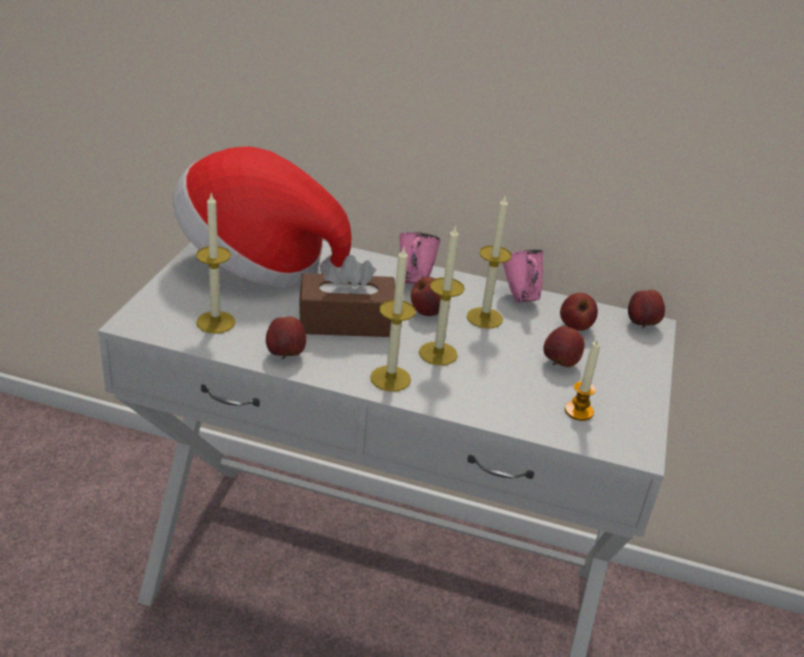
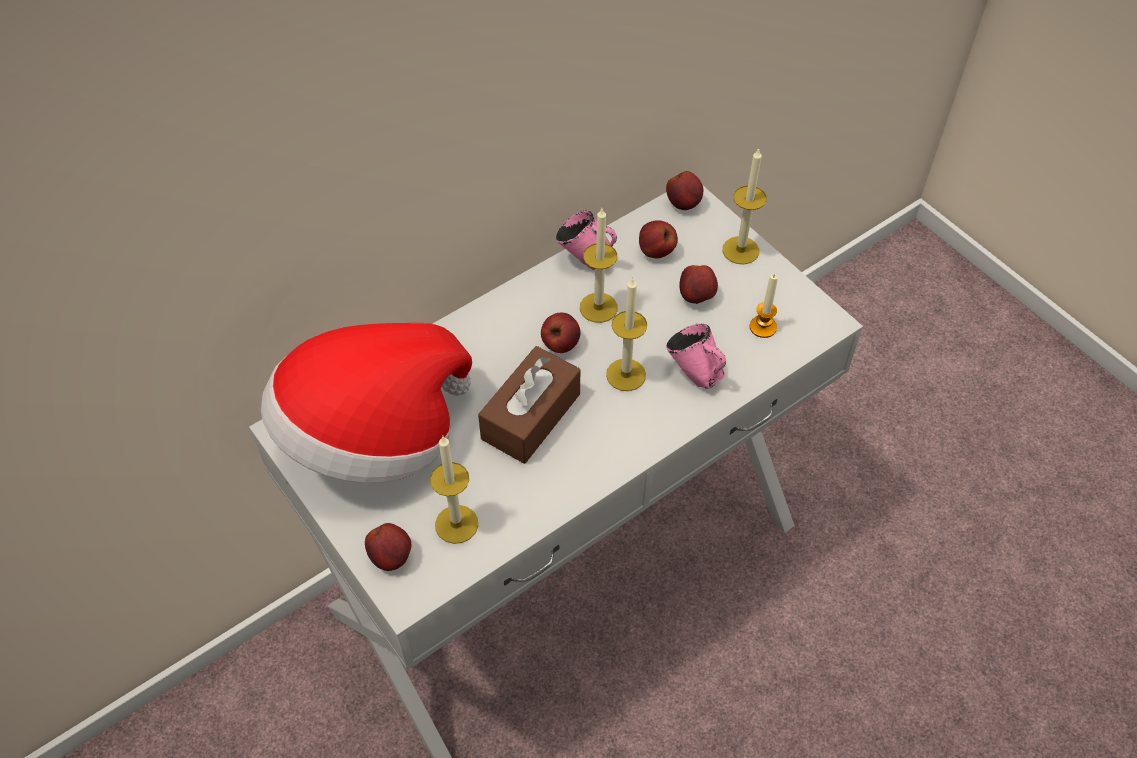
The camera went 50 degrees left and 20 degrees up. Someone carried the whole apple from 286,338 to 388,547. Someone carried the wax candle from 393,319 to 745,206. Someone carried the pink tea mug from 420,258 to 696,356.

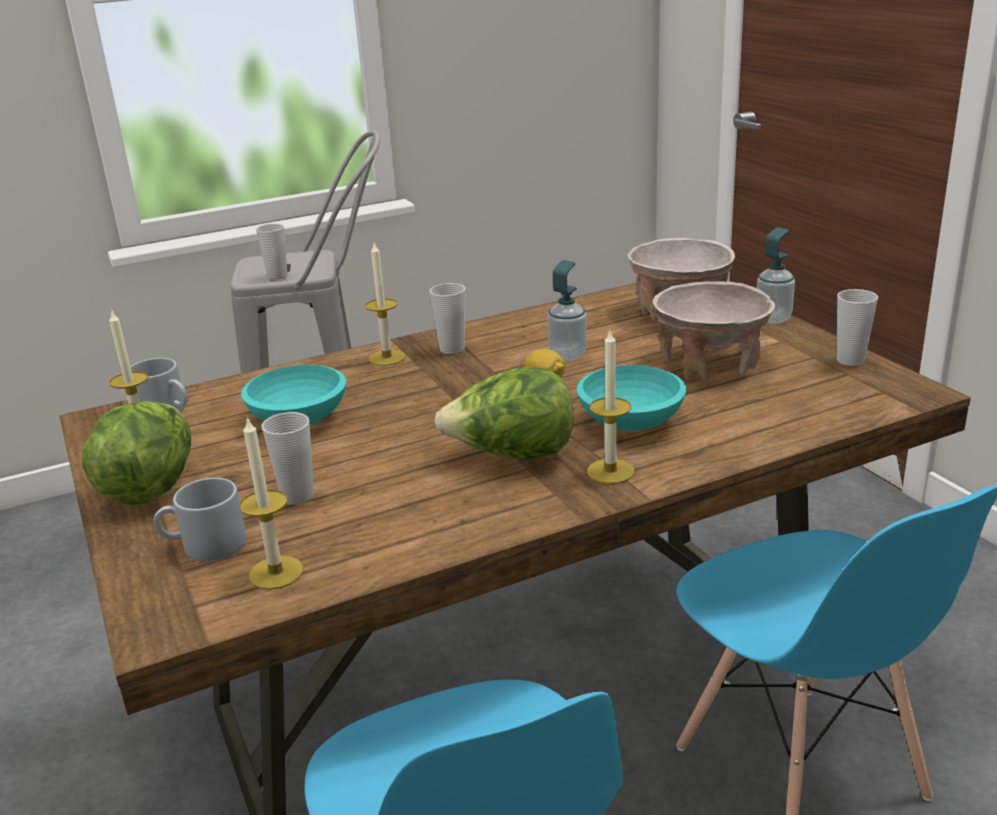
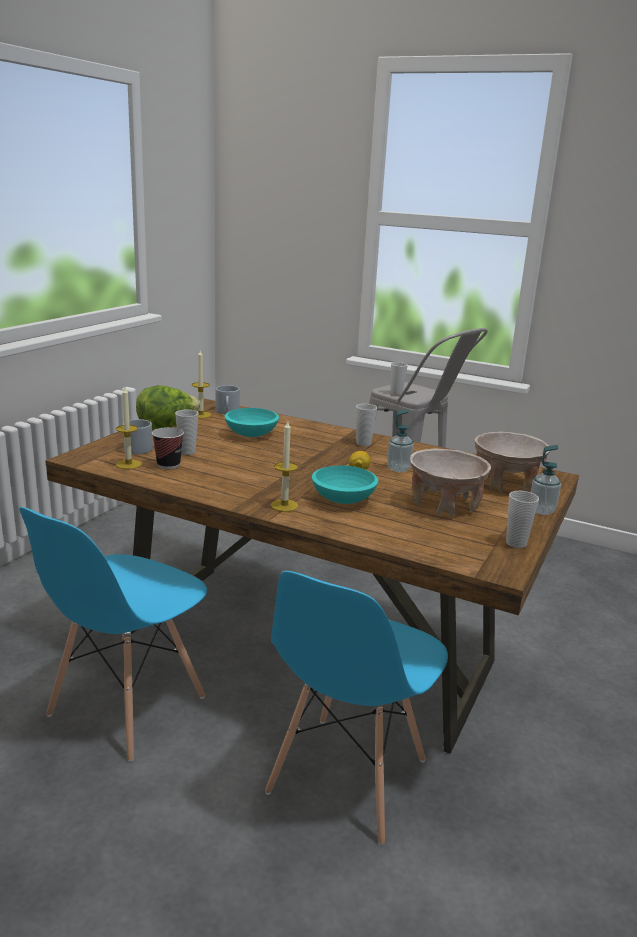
The camera went 50 degrees right and 5 degrees down. Someone took away the wax candle at 385,304. Someone took away the lettuce at 503,413. Someone put down the drinking cup at 168,448.

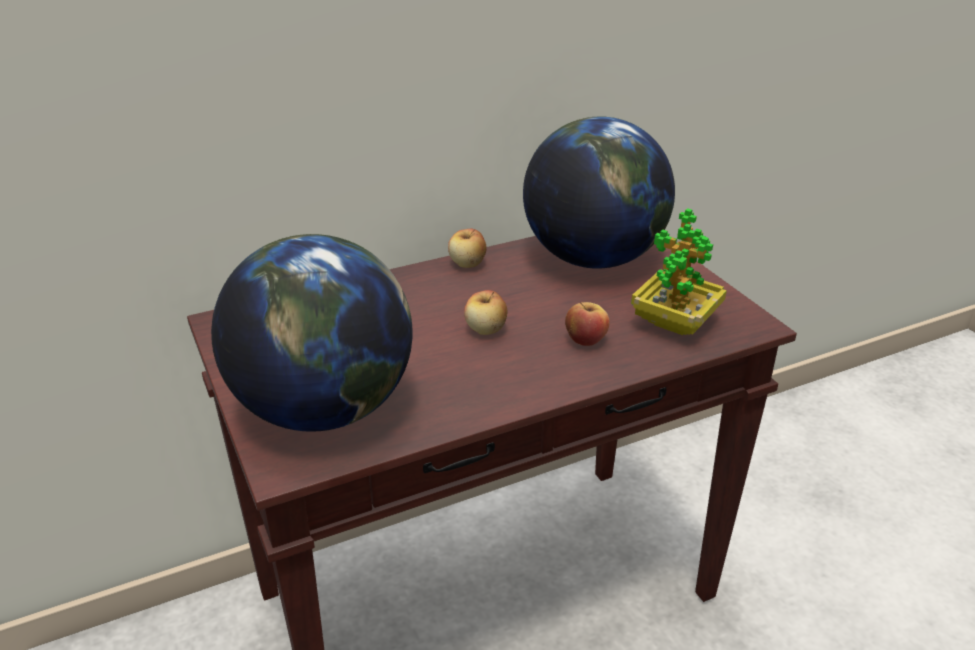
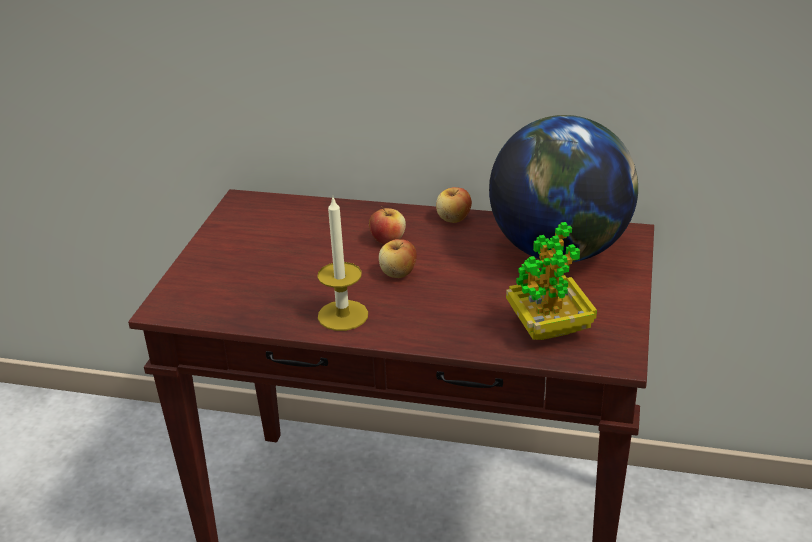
The camera went 40 degrees right and 0 degrees up. Someone took away the world globe at 311,333. Someone carried the whole apple from 587,324 to 387,225. Someone put down the wax candle at 342,264.

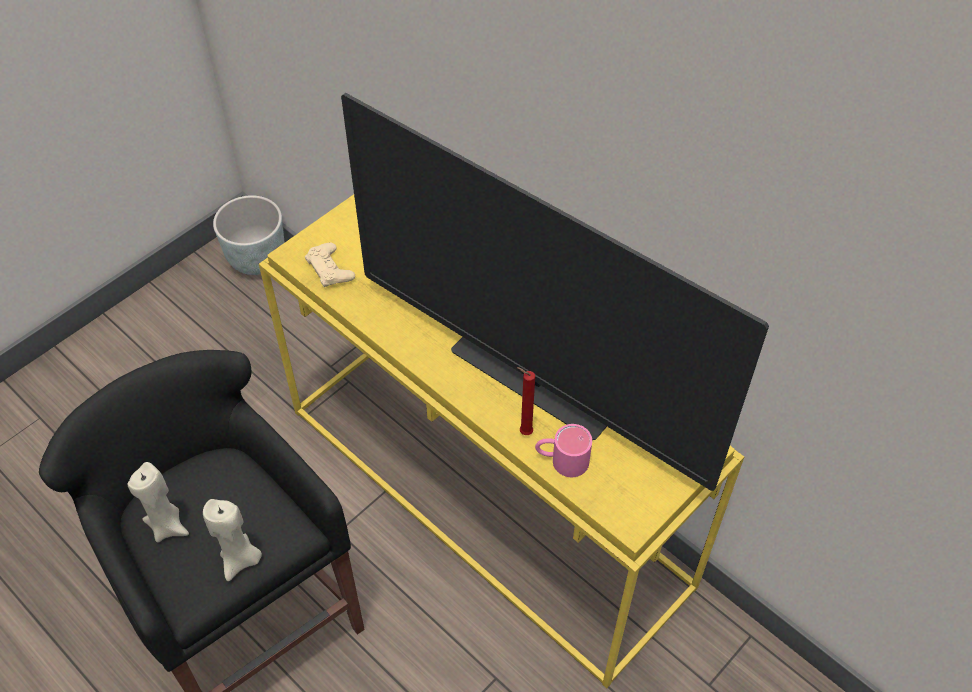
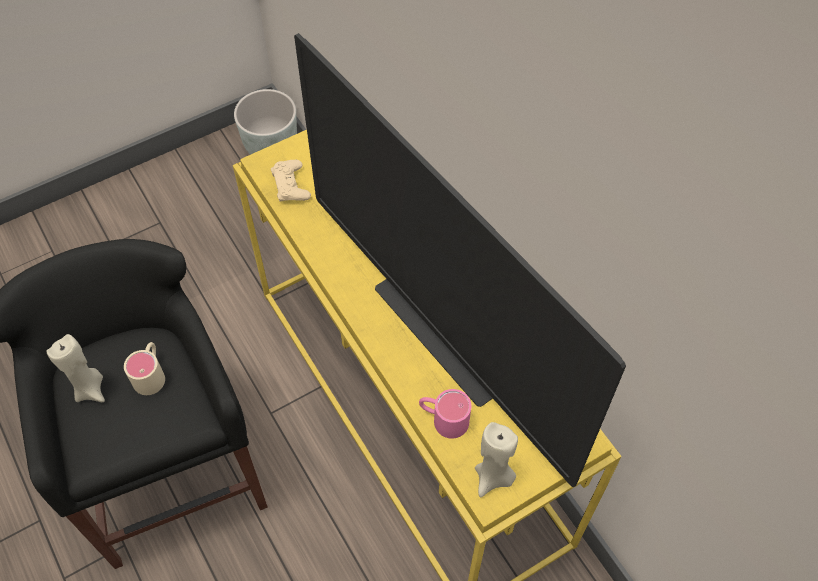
The camera went 15 degrees right and 5 degrees up. Someone carried the sand-coloured wax candle from 232,540 to 496,459. Someone took away the reddish wax candle at 526,401. Someone put down the sand-coloured tea mug at 144,368.

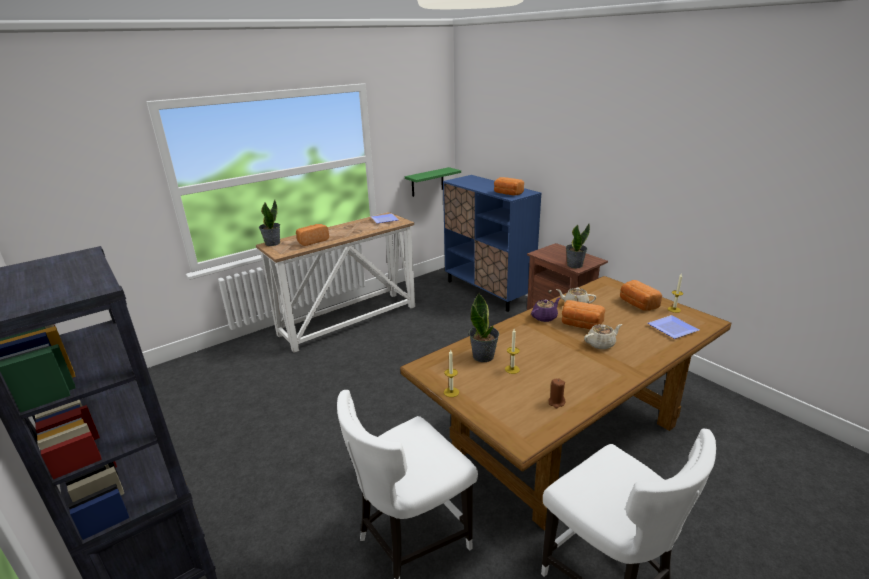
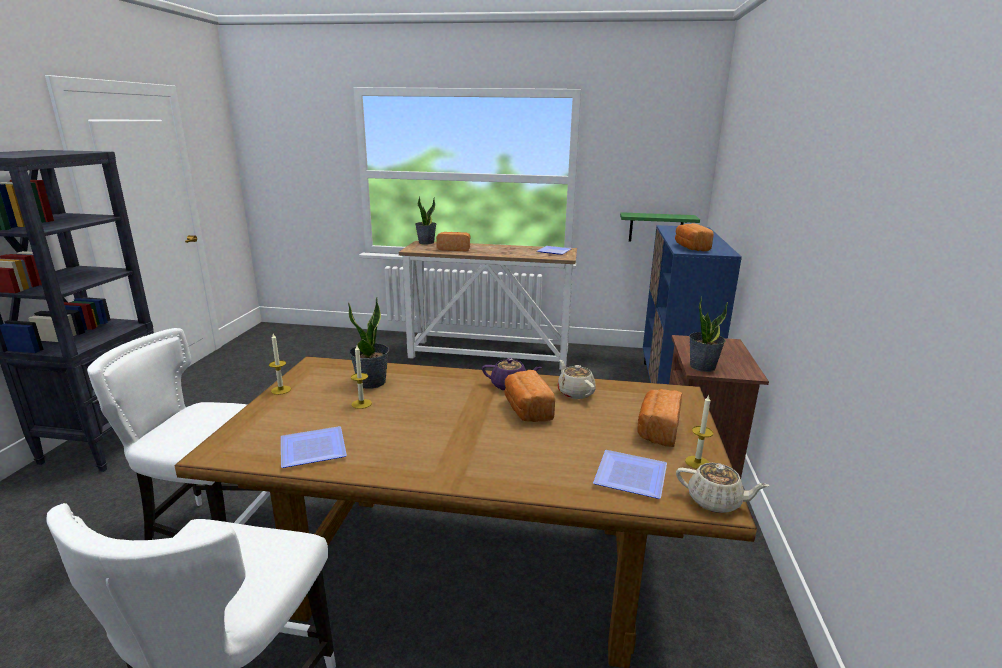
The camera went 45 degrees right and 5 degrees down. Someone swapped the brownish wax candle at 556,393 for the plate at 314,447. Someone carried the sand-coloured pot for tea from 603,336 to 723,488.

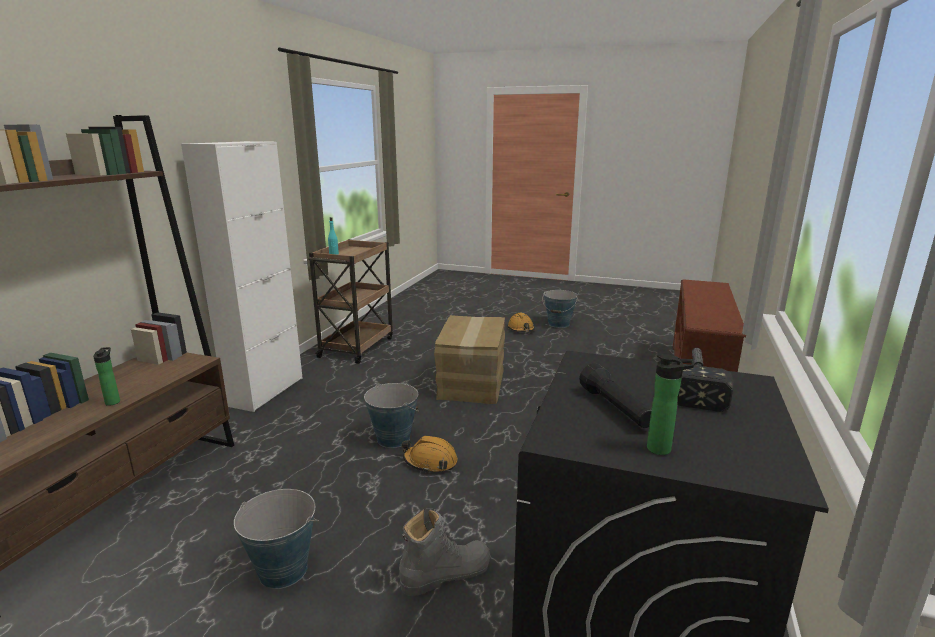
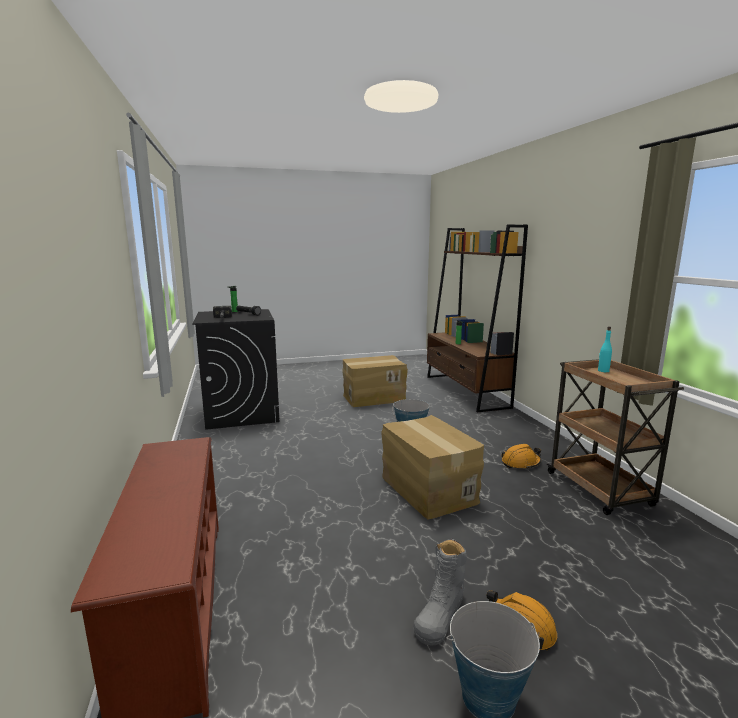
The camera went 145 degrees right and 5 degrees down. Someone took away the white-coloured cabinet at 242,276. Someone swapped the bucket at 276,539 for the packing box at 375,381. Someone carried the grey tall boot from 444,552 to 440,592. Someone carried the orange safety helmet from 430,454 to 521,457.

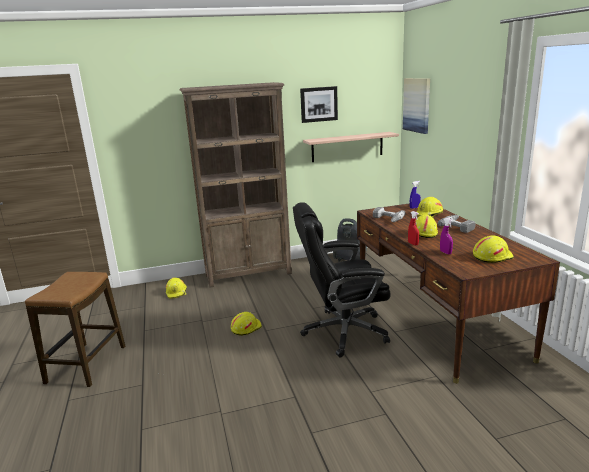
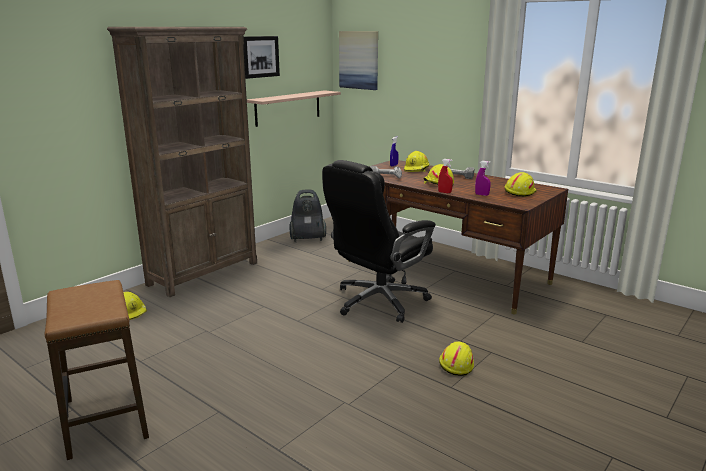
The camera went 35 degrees left and 0 degrees up. Someone carried the yellow safety helmet from 246,324 to 456,358.

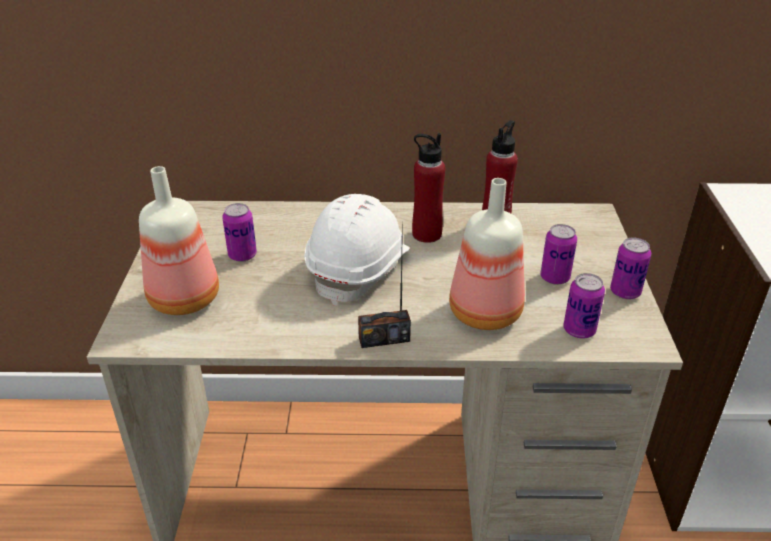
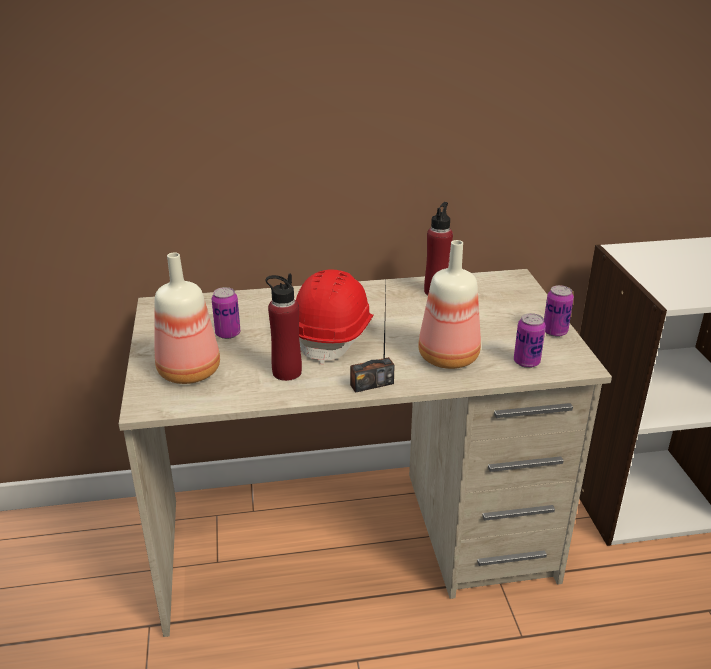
The camera went 10 degrees left and 5 degrees down. Someone repainted the white-coloured safety helmet at 357,250, which became the reddish safety helmet at 335,316. Someone carried the reddish beverage bottle from 428,188 to 284,327. Someone took away the can at 558,254.

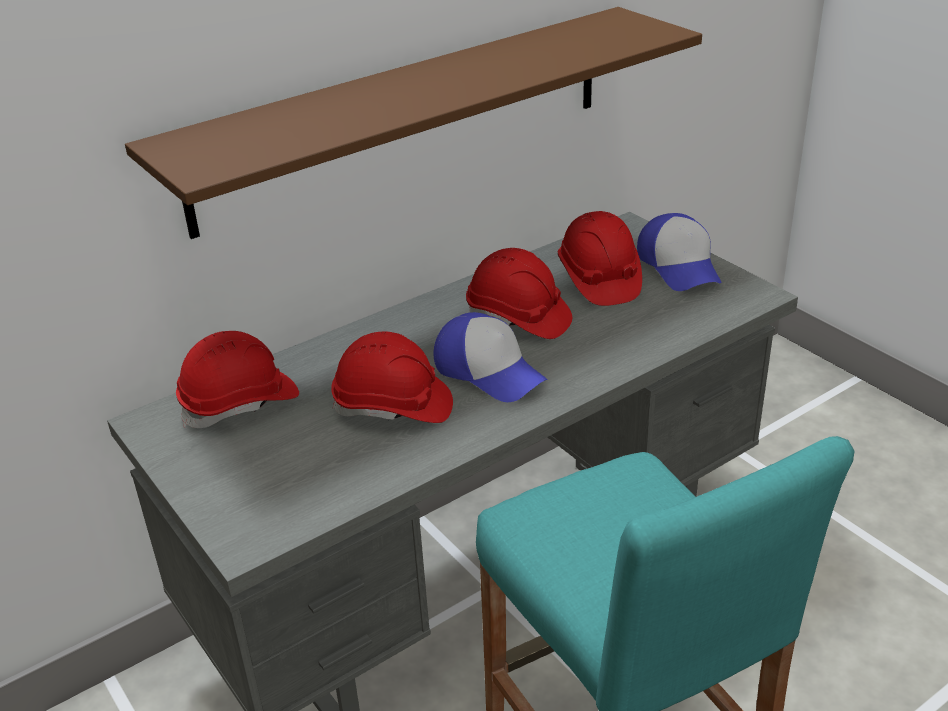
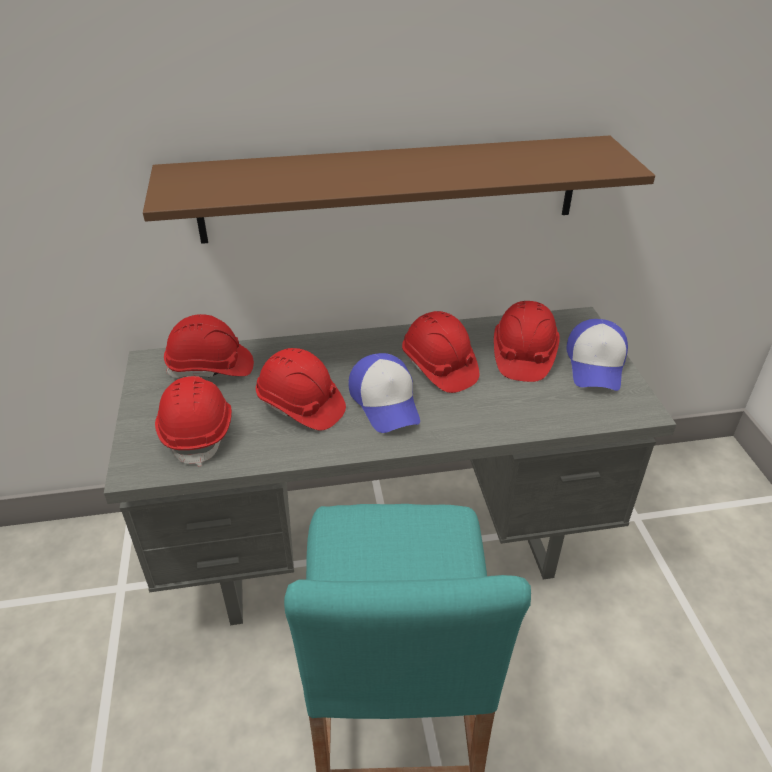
The camera went 25 degrees right and 5 degrees up. Someone put down the reddish safety helmet at 193,421.

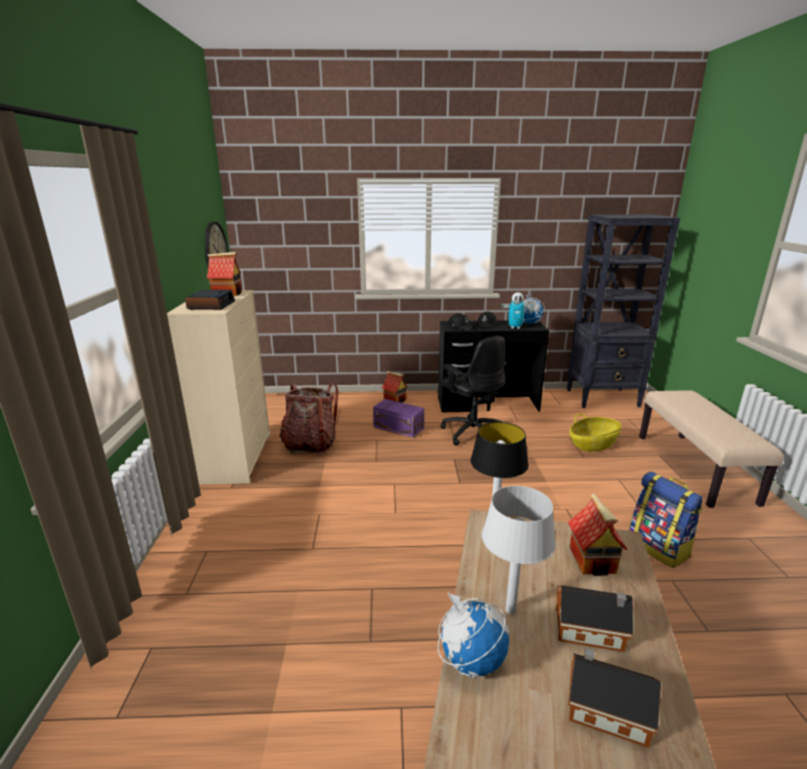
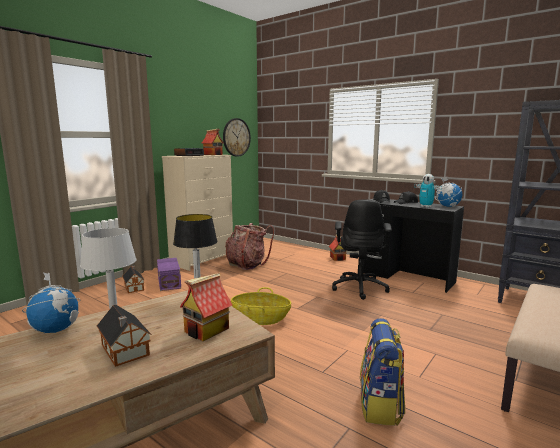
The camera went 40 degrees right and 10 degrees down. Someone carried the purple storage box from 398,418 to 169,274. Someone carried the miniature house from 614,698 to 133,279. Someone carried the storage basket from 595,433 to 261,306.

